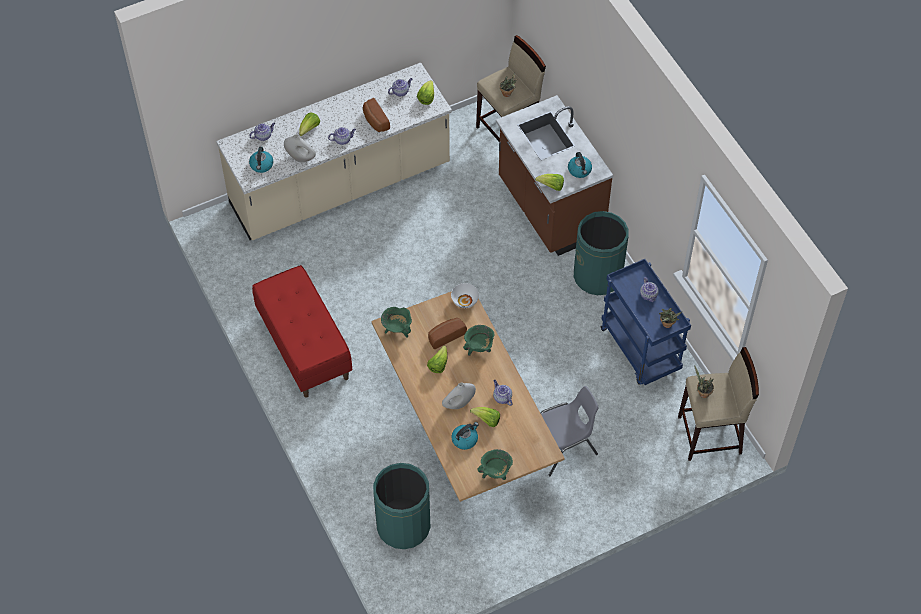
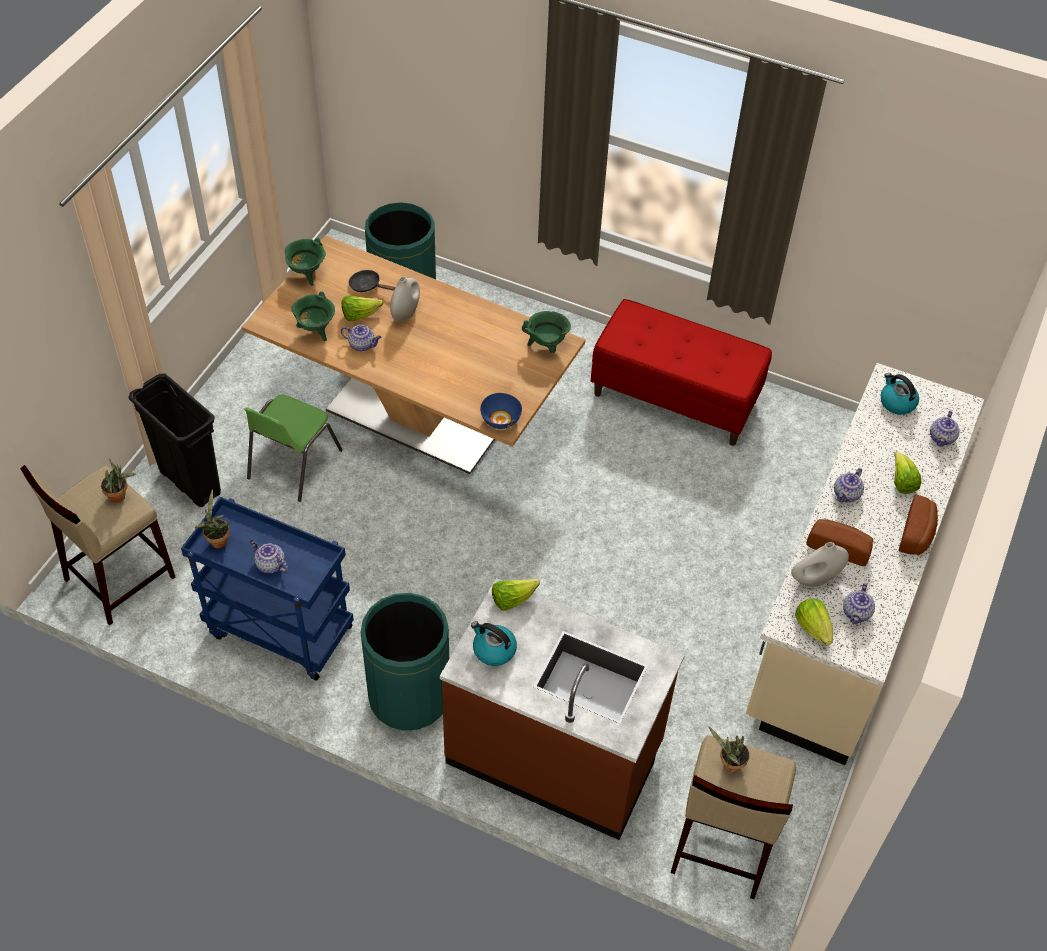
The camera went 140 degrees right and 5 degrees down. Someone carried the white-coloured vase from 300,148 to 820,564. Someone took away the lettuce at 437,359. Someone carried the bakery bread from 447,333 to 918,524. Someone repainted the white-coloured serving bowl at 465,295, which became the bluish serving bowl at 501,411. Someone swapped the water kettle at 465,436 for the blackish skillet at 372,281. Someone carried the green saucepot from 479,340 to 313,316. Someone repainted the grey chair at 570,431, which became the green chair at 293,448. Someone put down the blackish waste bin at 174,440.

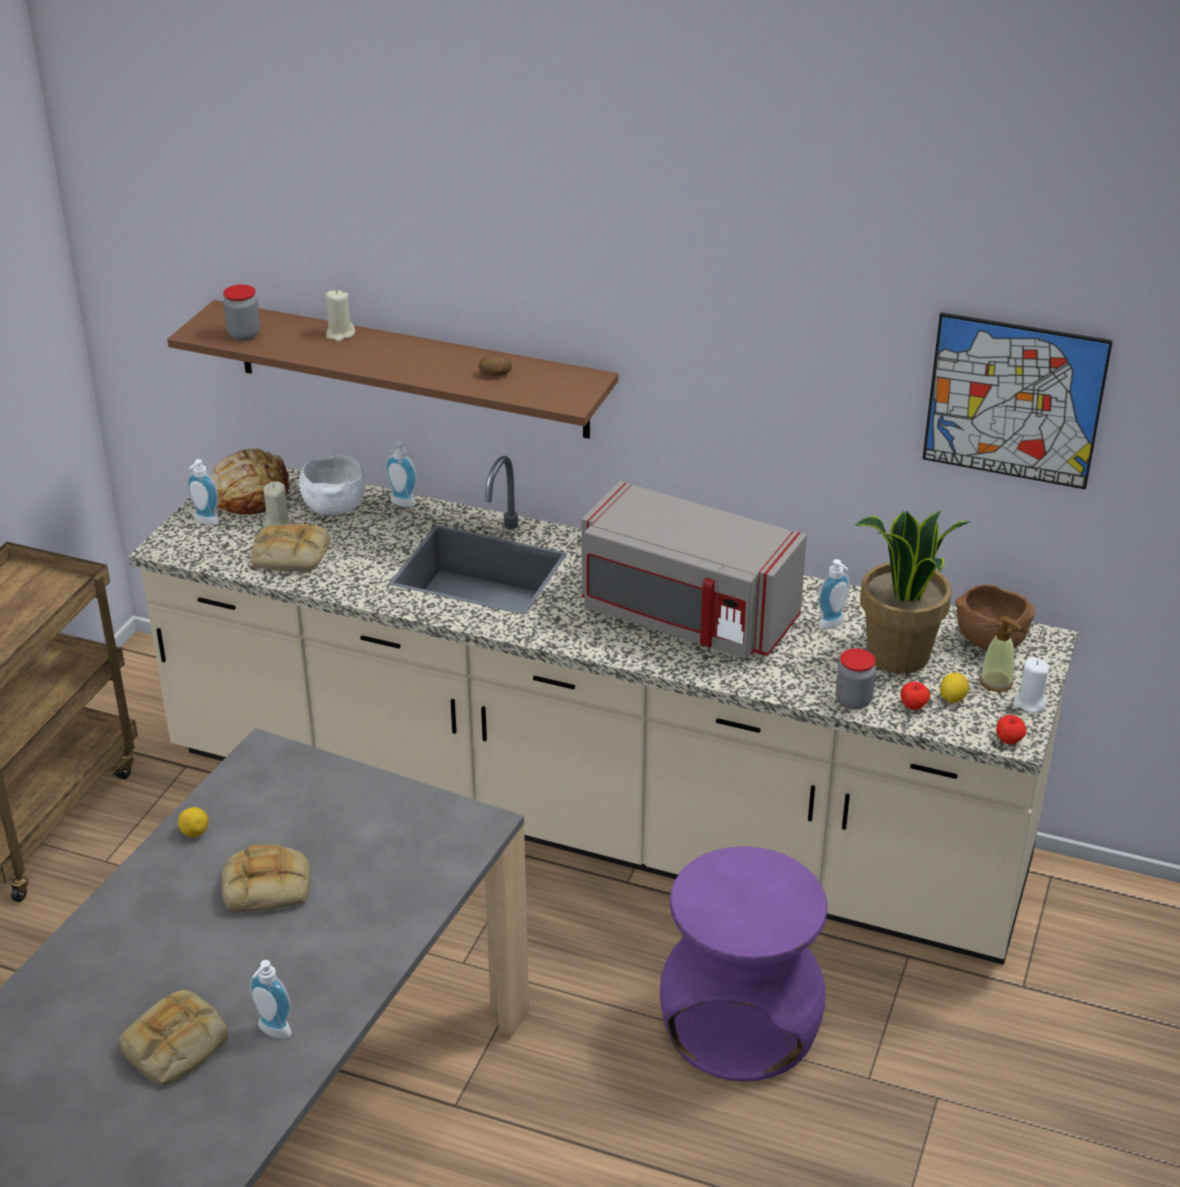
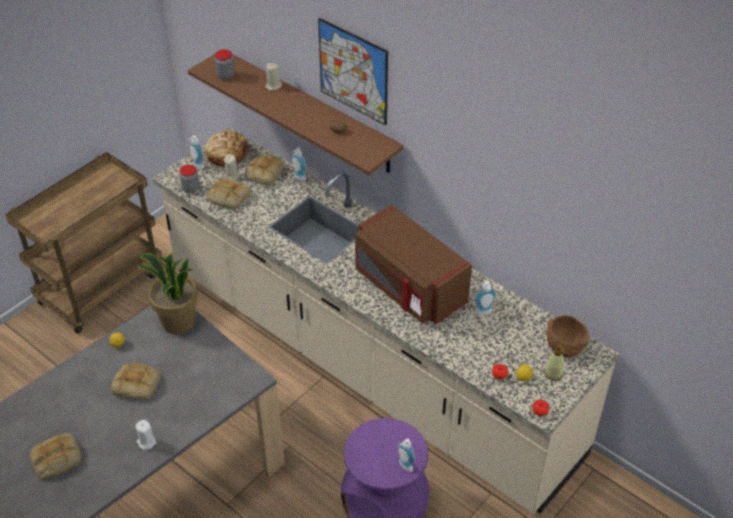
The camera went 20 degrees right and 10 degrees up. Someone carried the liquid soap bottle from 270,999 to 406,455. Someone swapped the white-coloured serving bowl at 332,485 for the bakery bread at 265,169. Someone repainted the grey kitchen microwave at 694,570, which became the brownish kitchen microwave at 413,264. Someone carried the preserve jar from 856,679 to 189,179. Someone carried the plant in a pot from 913,591 to 166,294. Someone carried the picture from 1017,401 to 353,72. Someone carried the white-coloured wax candle from 1031,685 to 145,435.

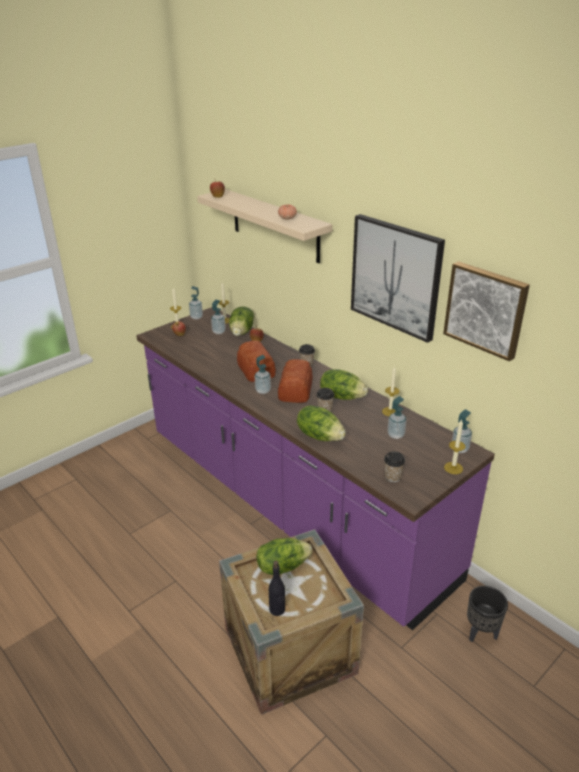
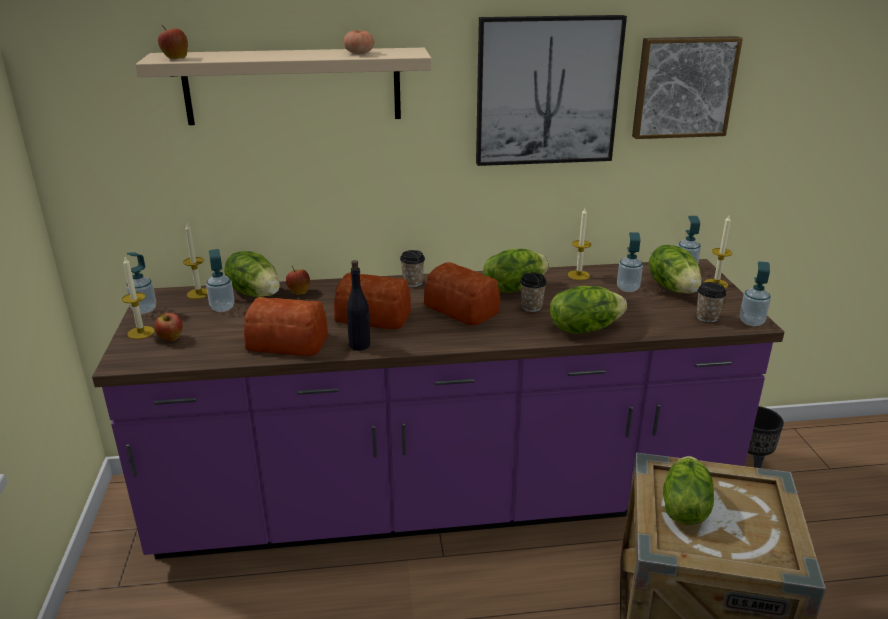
The camera went 55 degrees left and 5 degrees down. Someone carried the liquid soap bottle from 263,374 to 755,294. Someone carried the blackish beverage bottle from 277,588 to 358,305. Someone put down the bakery bread at 286,326. Someone put down the lettuce at 675,269.

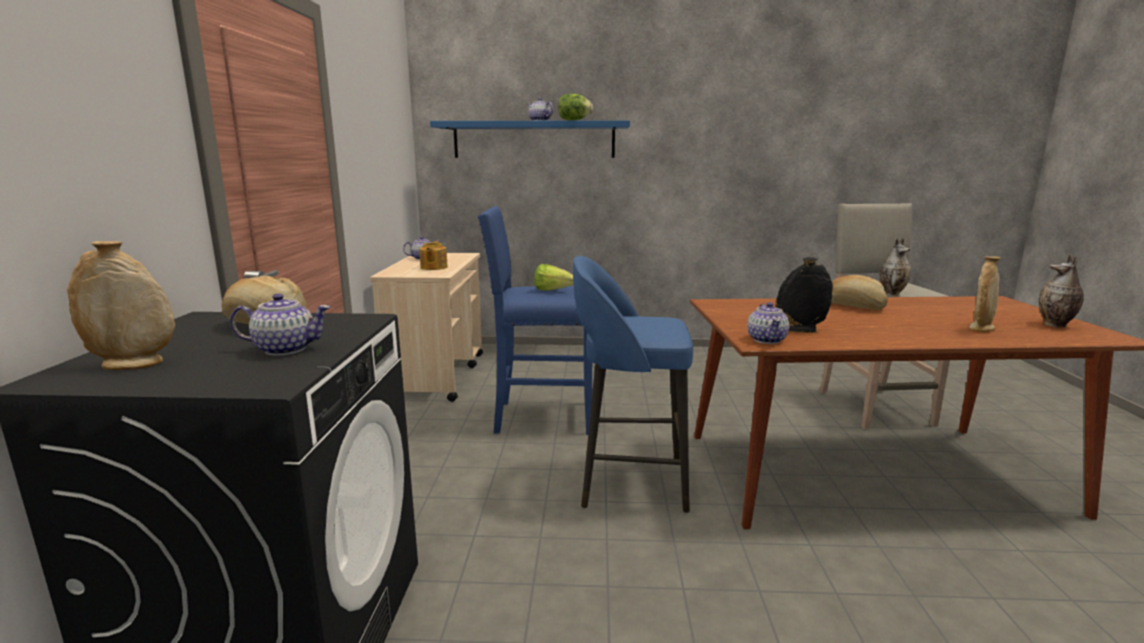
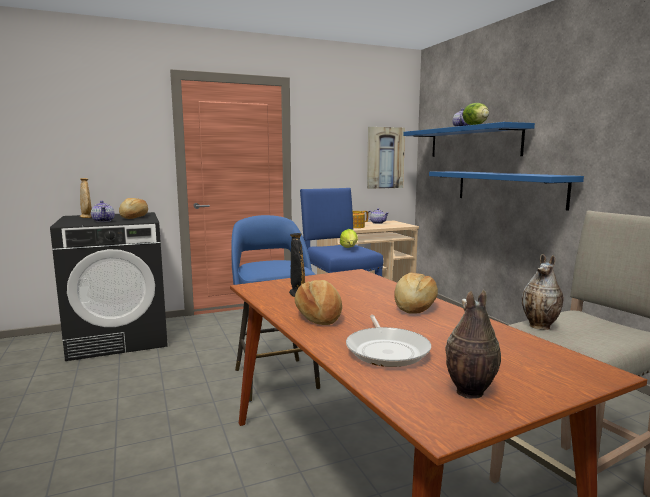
The camera went 65 degrees right and 5 degrees down. Someone took away the pot for tea at 768,323. Someone swapped the sand-coloured vase at 985,294 for the skillet at 388,341. Someone put down the bakery bread at 318,302. Someone put up the picture at 386,158. Someone put up the bluish shelf at 506,191.

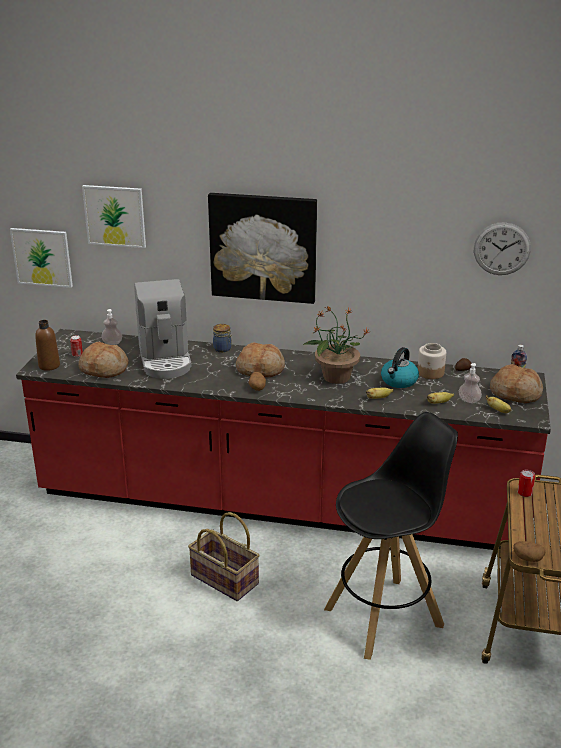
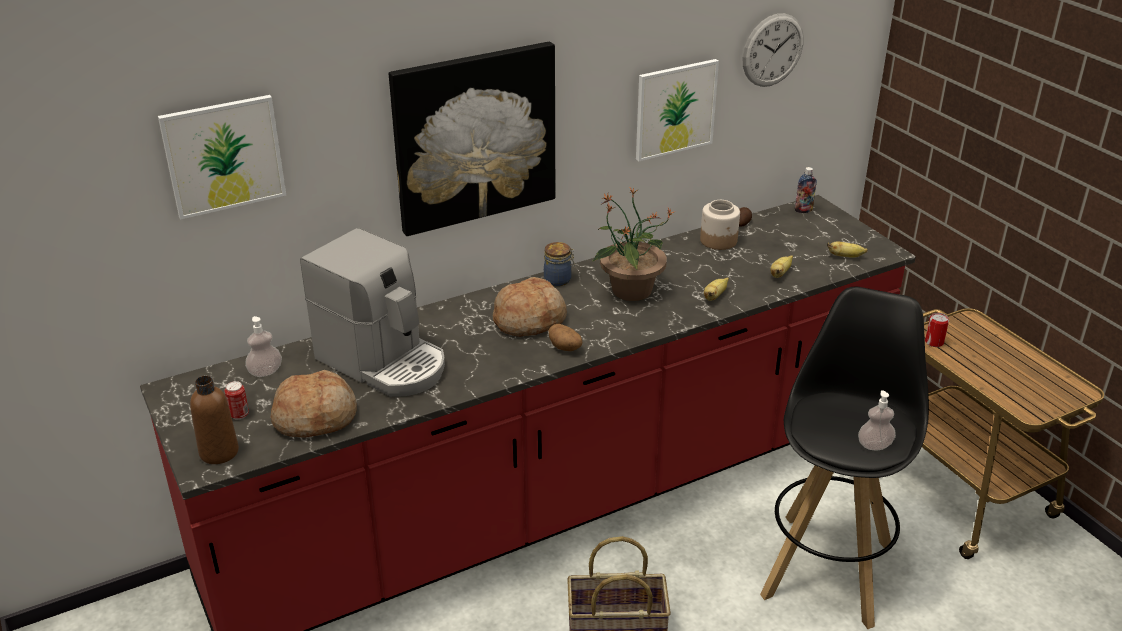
The camera went 40 degrees left and 5 degrees up. Someone carried the picture from 41,258 to 677,110. Someone carried the preserve jar from 222,338 to 559,264. Someone took away the water kettle at 400,367. Someone carried the liquid soap bottle from 470,383 to 877,420. Someone took away the bakery bread at 516,383. Someone took away the spud at 529,551.

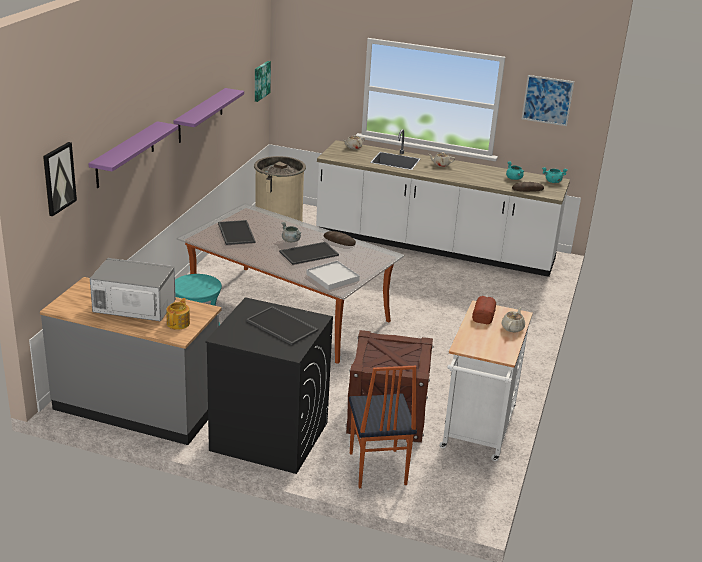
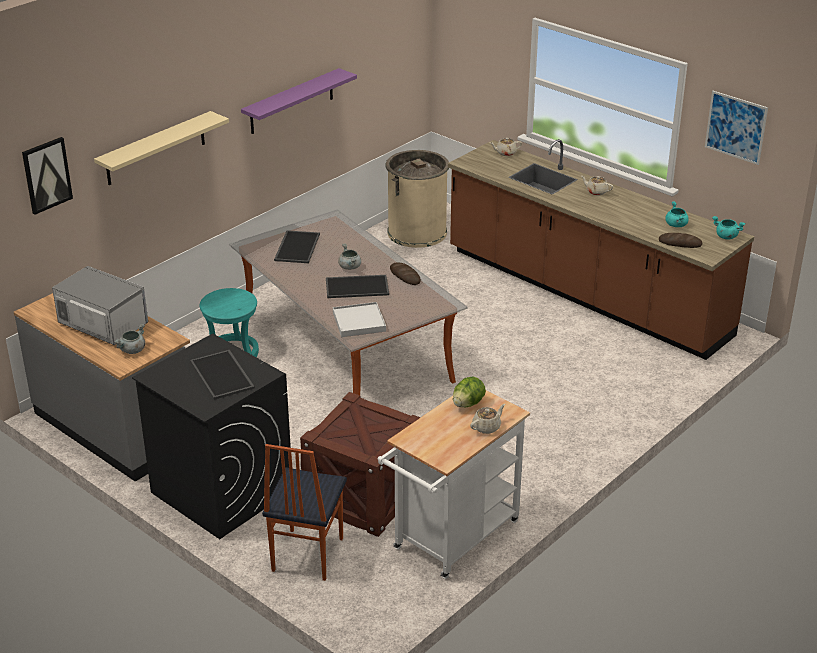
The camera went 25 degrees right and 5 degrees up. Someone repainted the purple shelf at 133,154, which became the sand-coloured shelf at 161,148. Someone swapped the pot for tea at 178,314 for the grey saucepot at 129,338. Someone took away the picture at 263,81. Someone repainted the white-coloured kitchen base unit at 443,203, which became the brownish kitchen base unit at 601,249. Someone swapped the bakery bread at 484,310 for the lettuce at 469,391.

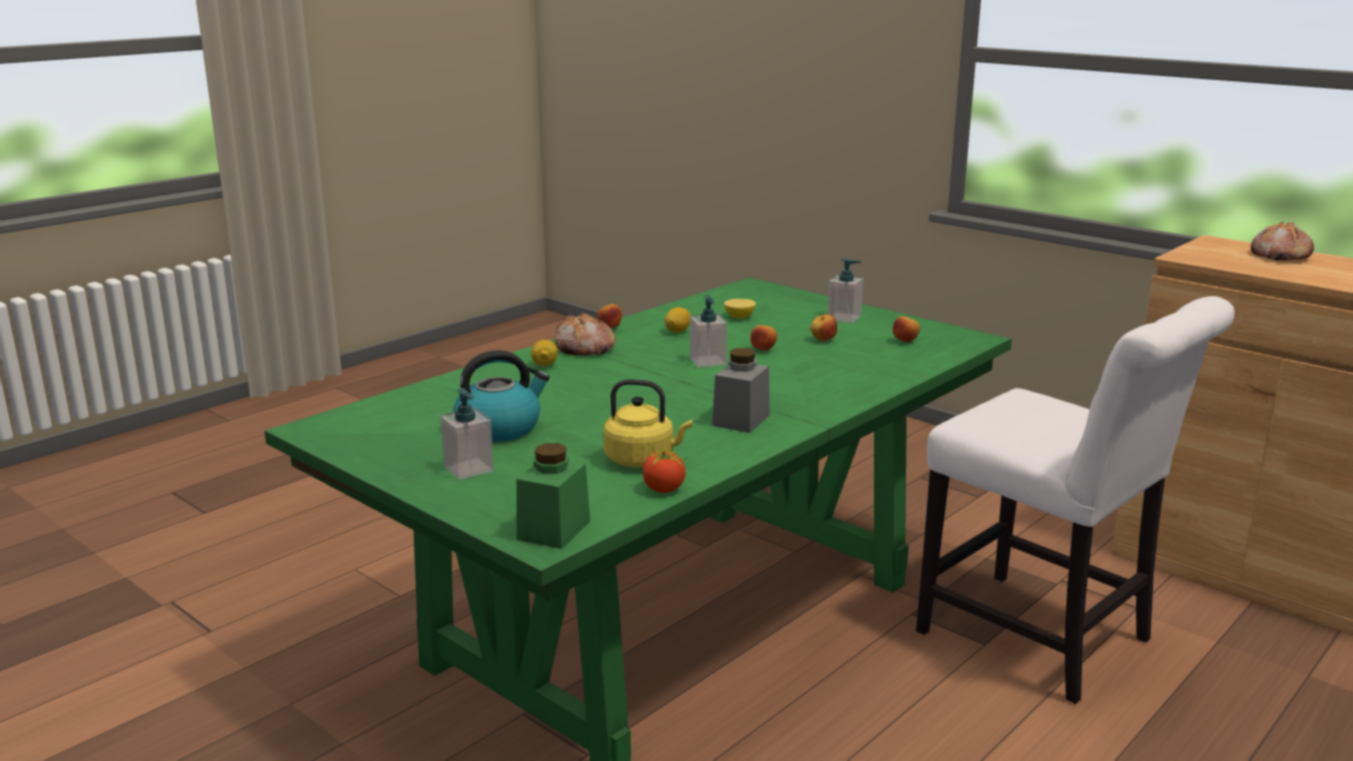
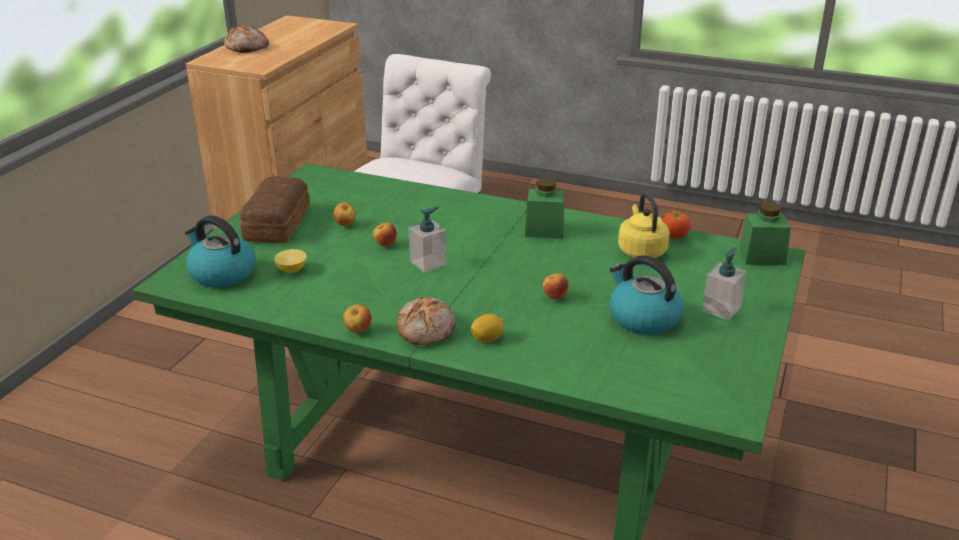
The camera went 110 degrees left and 10 degrees up. Someone took away the citrus fruit at 677,320. Someone repainted the grey preserve jar at 741,390, which became the green preserve jar at 544,208. Someone swapped the liquid soap bottle at 845,290 for the bakery bread at 275,209. Someone carried the whole apple from 906,329 to 556,286. Someone put down the water kettle at 220,251.

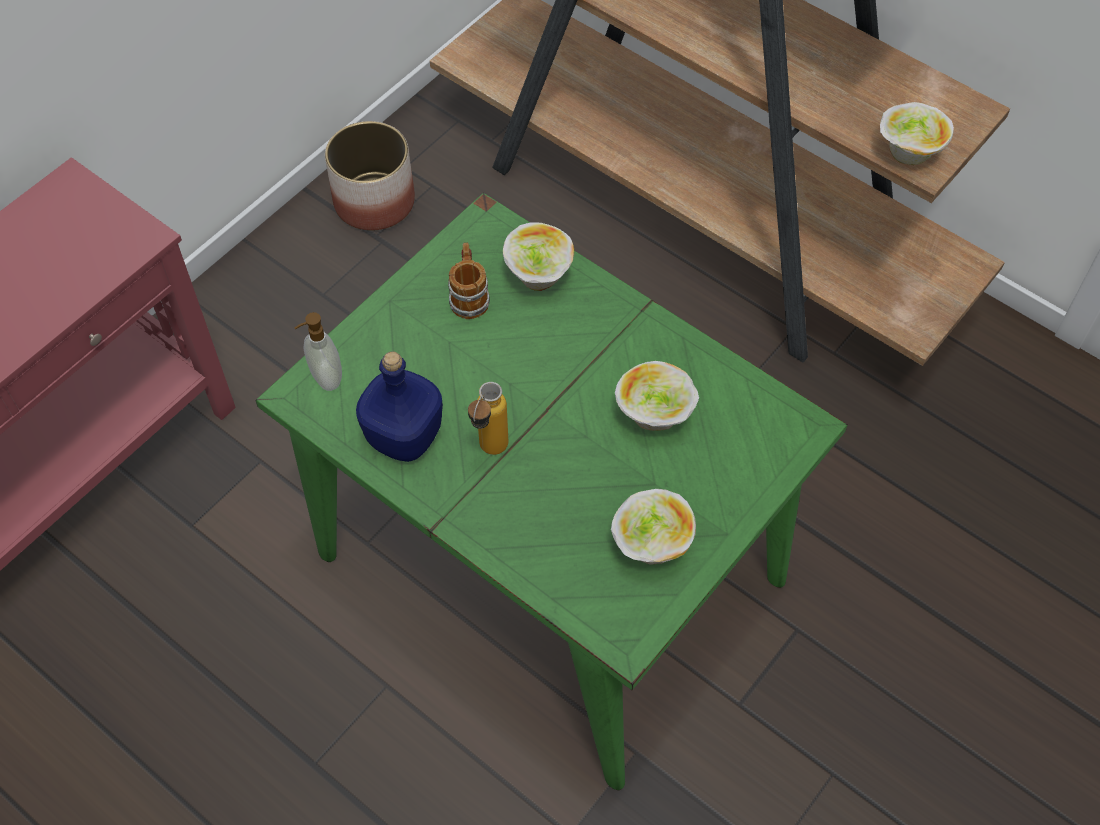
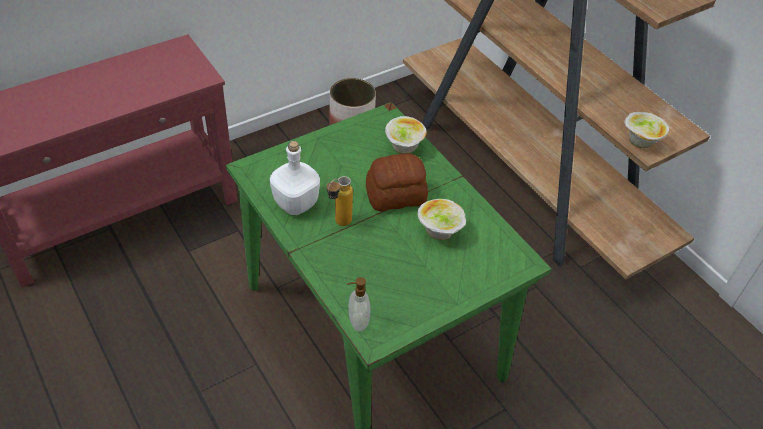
The camera went 15 degrees right and 10 degrees down. Someone carried the liquid soap bottle from 318,351 to 359,304. Someone repainted the bluish beverage bottle at 399,406, which became the white-coloured beverage bottle at 295,178. Someone took away the tea mug at 469,281. Someone took away the serving bowl at 653,527. Someone put down the bakery bread at 397,182.

